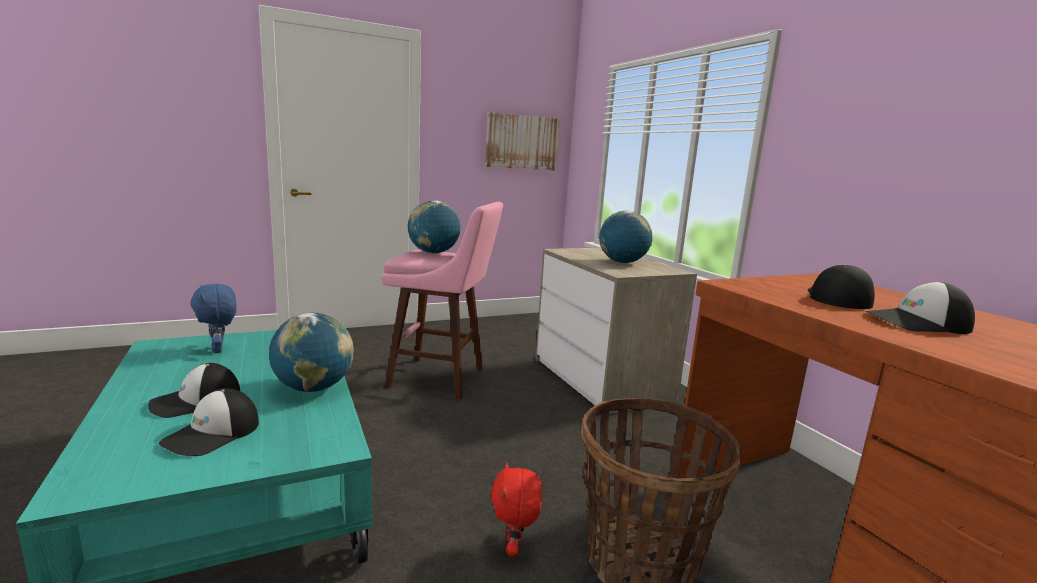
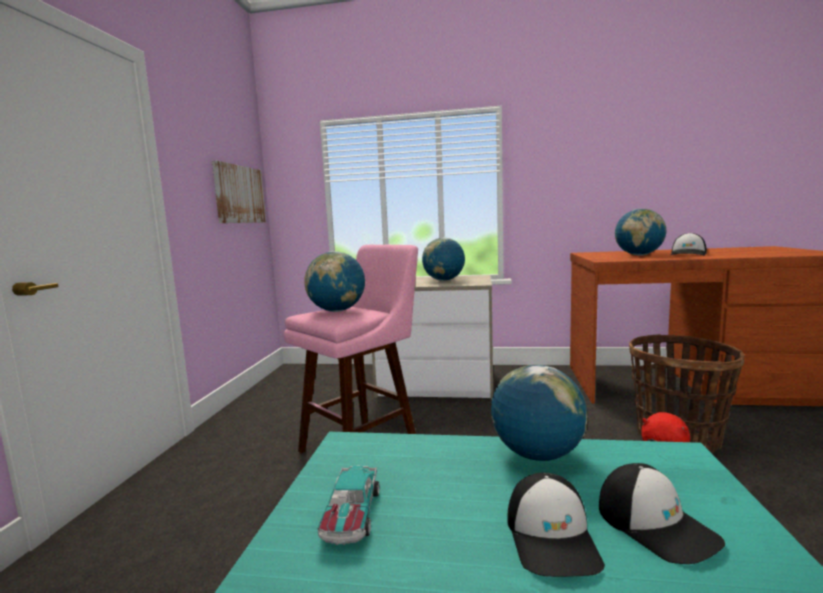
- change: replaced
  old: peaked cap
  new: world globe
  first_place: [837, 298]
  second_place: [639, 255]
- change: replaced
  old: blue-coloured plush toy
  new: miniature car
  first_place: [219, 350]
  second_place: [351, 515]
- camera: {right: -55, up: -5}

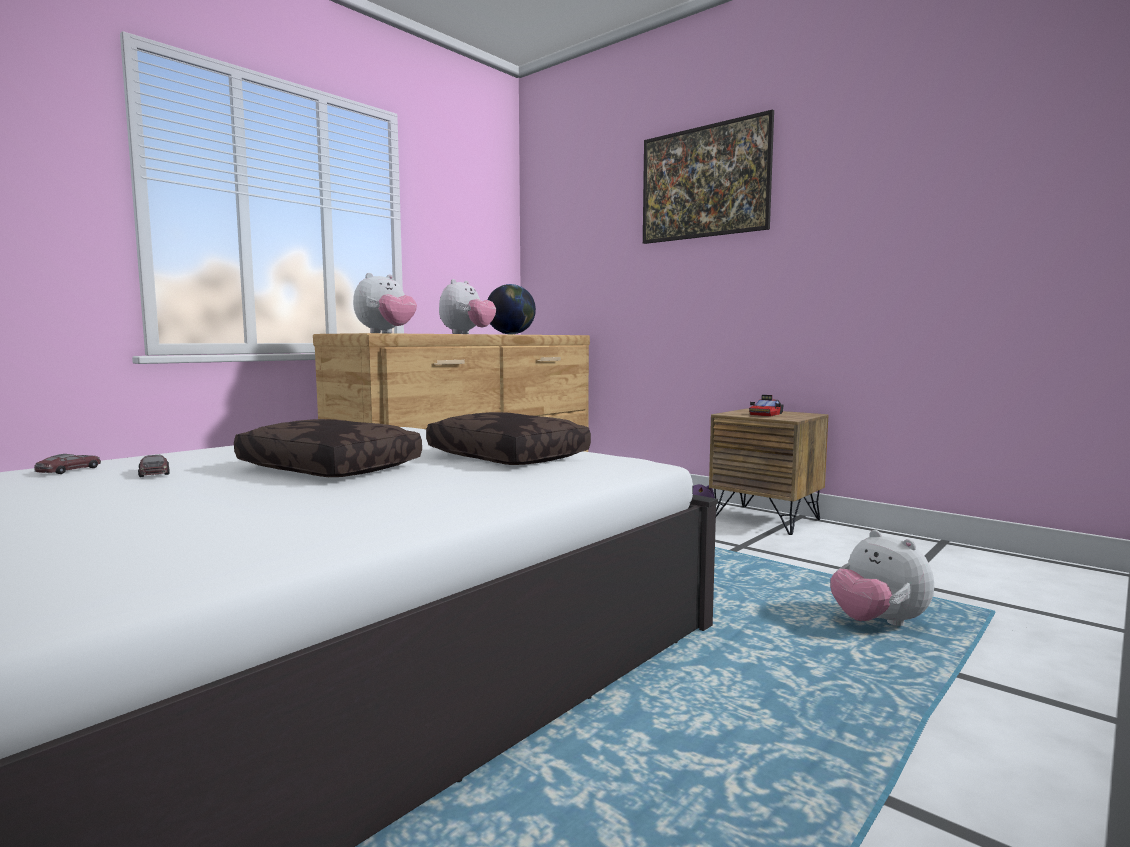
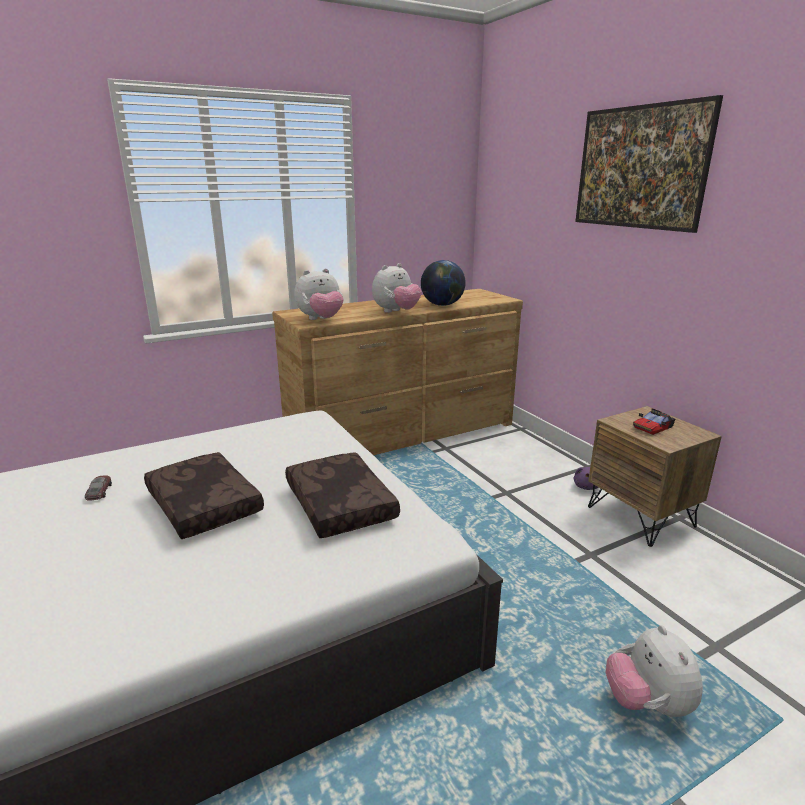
- change: removed
  old: miniature car
  first_place: [69, 470]
- camera: {right: 20, up: 15}

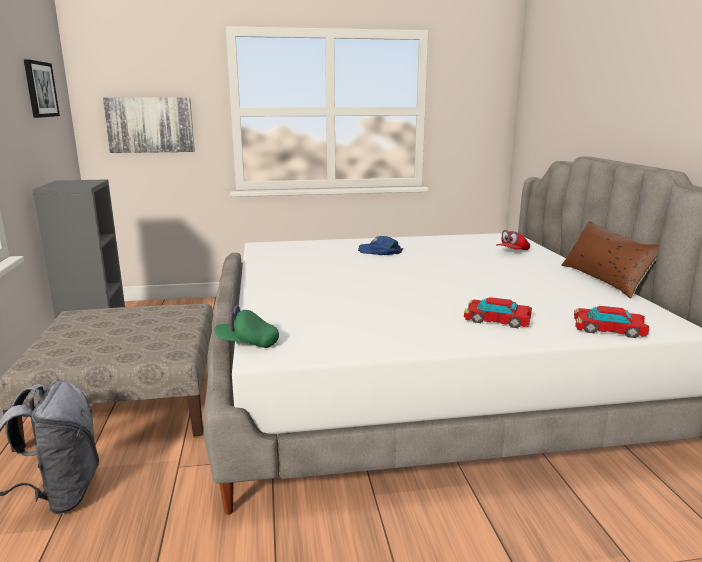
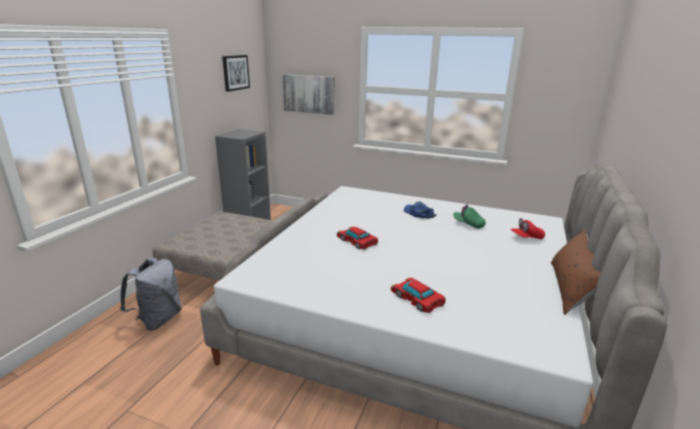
- change: moved
  old: greenish peaked cap
  first_place: [247, 343]
  second_place: [468, 224]
- change: moved
  old: miniature car
  first_place: [608, 329]
  second_place: [356, 241]
- camera: {right: 30, up: 5}

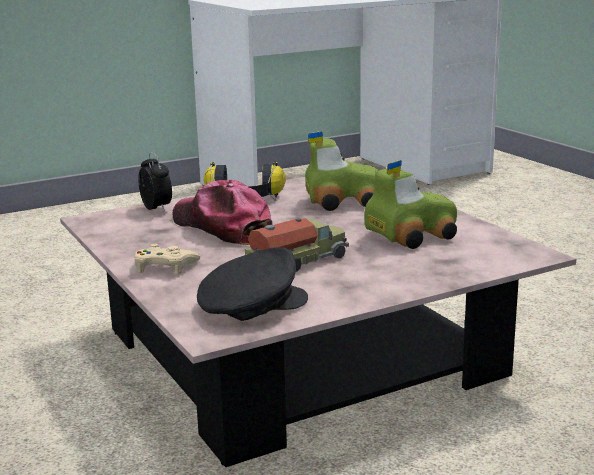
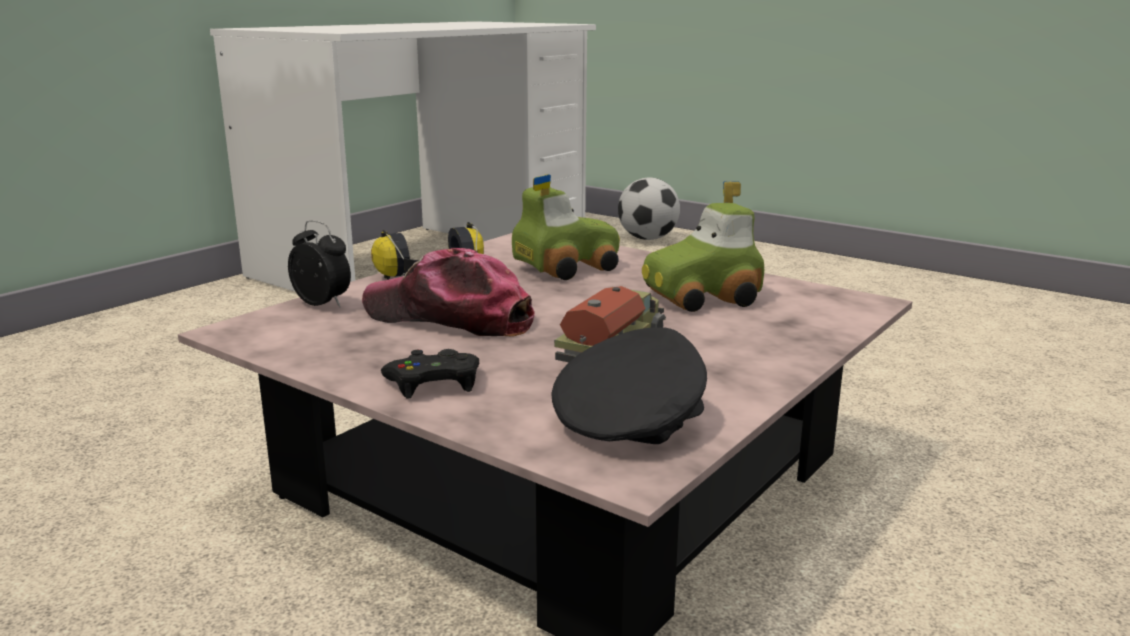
- change: turned
  old: miniature car
  first_place: [409, 235]
  second_place: [701, 298]
  degrees: -150
- change: recoloured
  old: beige gamepad
  new: black-coloured gamepad
  first_place: [164, 267]
  second_place: [434, 383]
- change: added
  new: ball for football
  second_place: [647, 239]
- camera: {right: -25, up: 0}

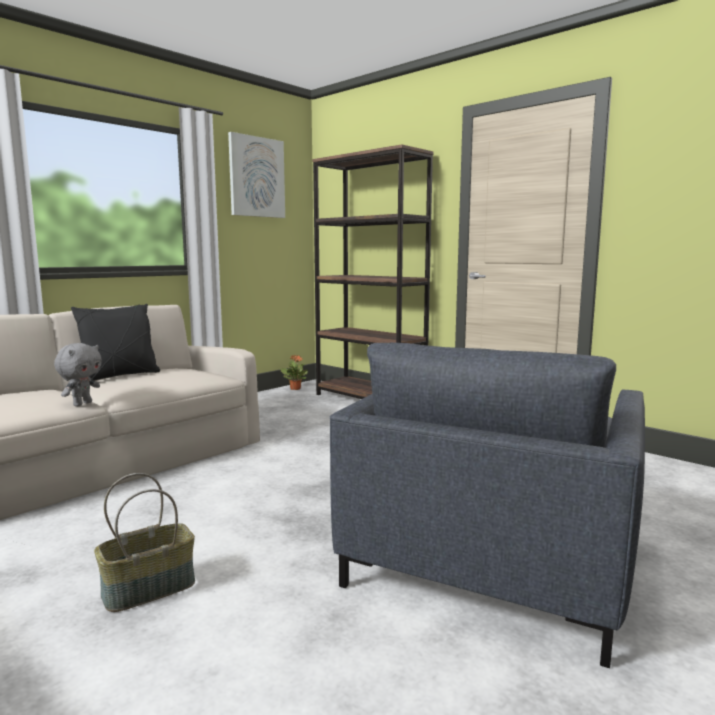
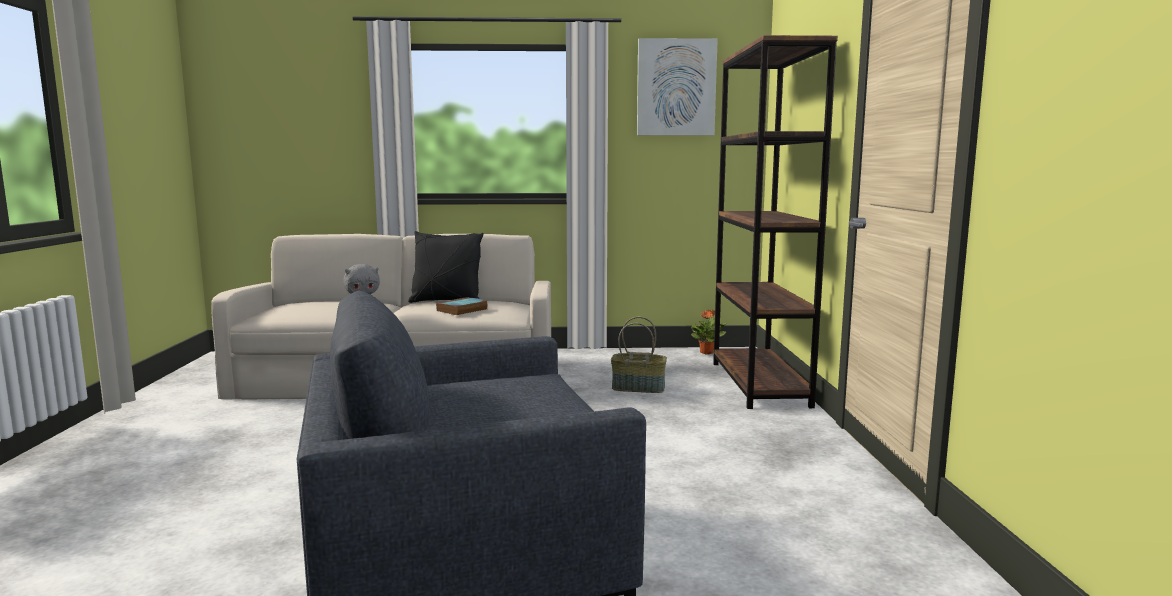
- change: moved
  old: storage basket
  first_place: [149, 588]
  second_place: [639, 387]
- change: added
  new: bound book
  second_place: [462, 310]
- camera: {right: 45, up: 0}

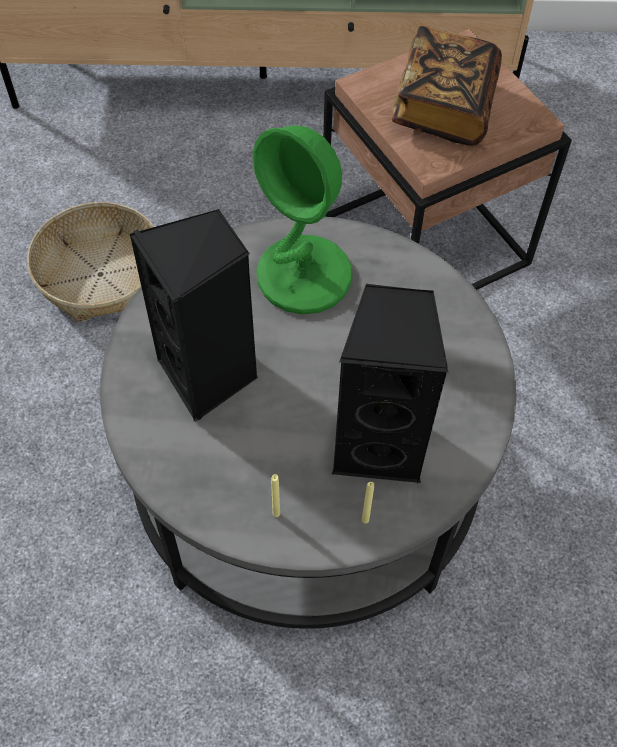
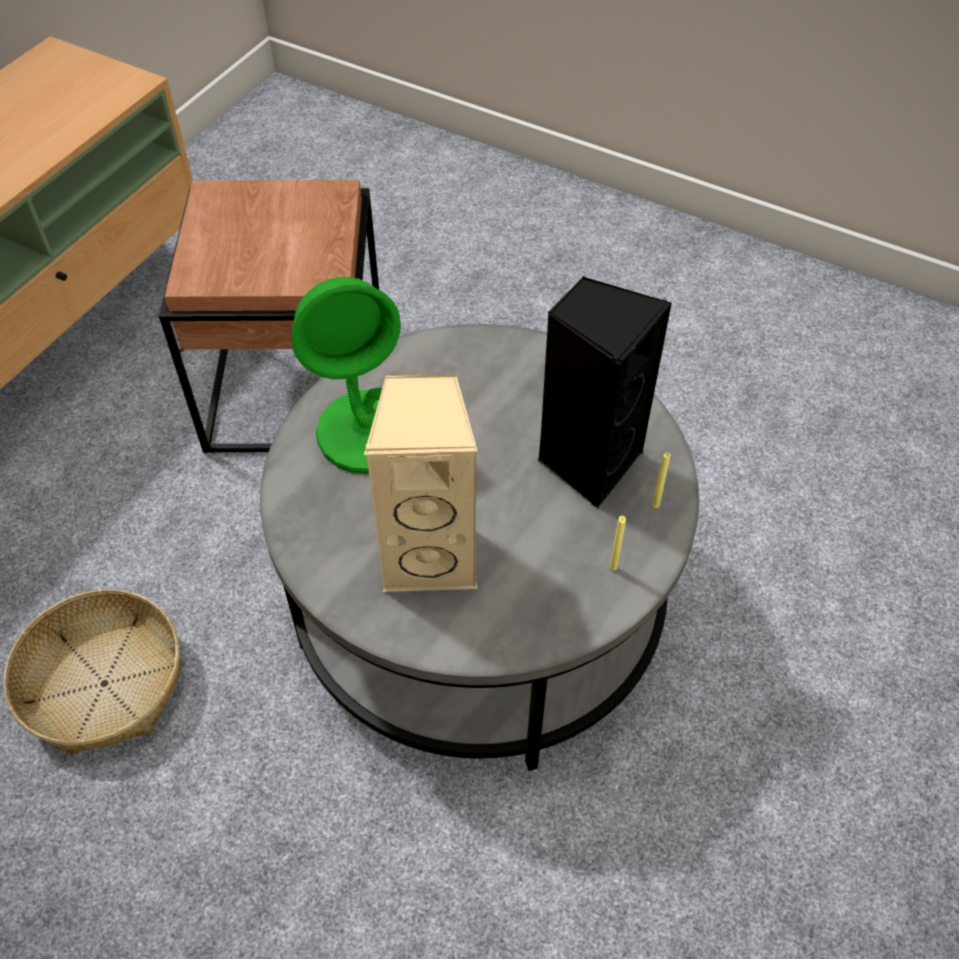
- change: removed
  old: bound book
  first_place: [444, 107]
- change: recoloured
  old: black-coloured speaker
  new: beige speaker
  first_place: [210, 376]
  second_place: [431, 556]
- camera: {right: -60, up: -5}

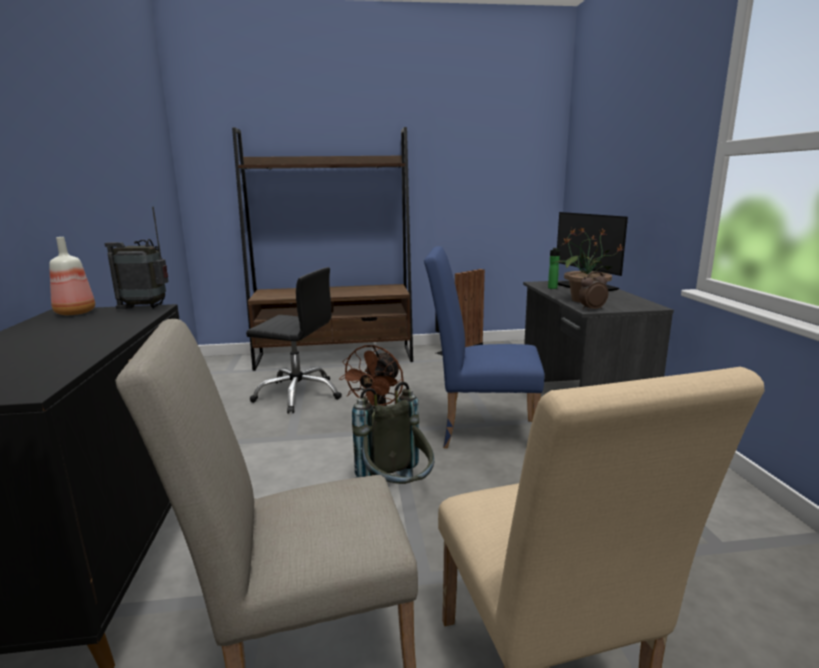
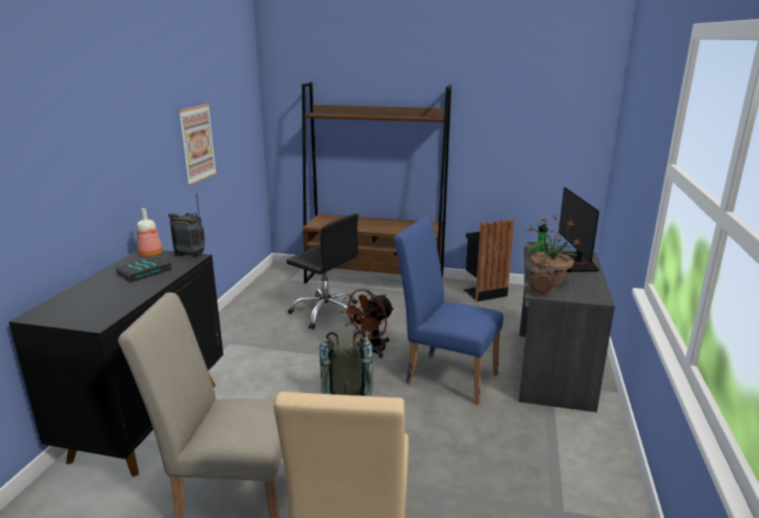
- change: added
  new: picture
  second_place: [197, 143]
- change: added
  new: bound book
  second_place: [144, 272]
- camera: {right: 20, up: 5}

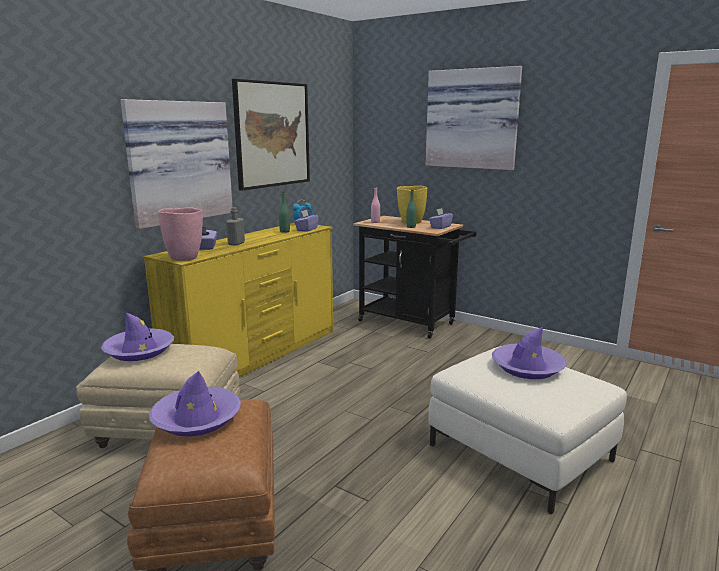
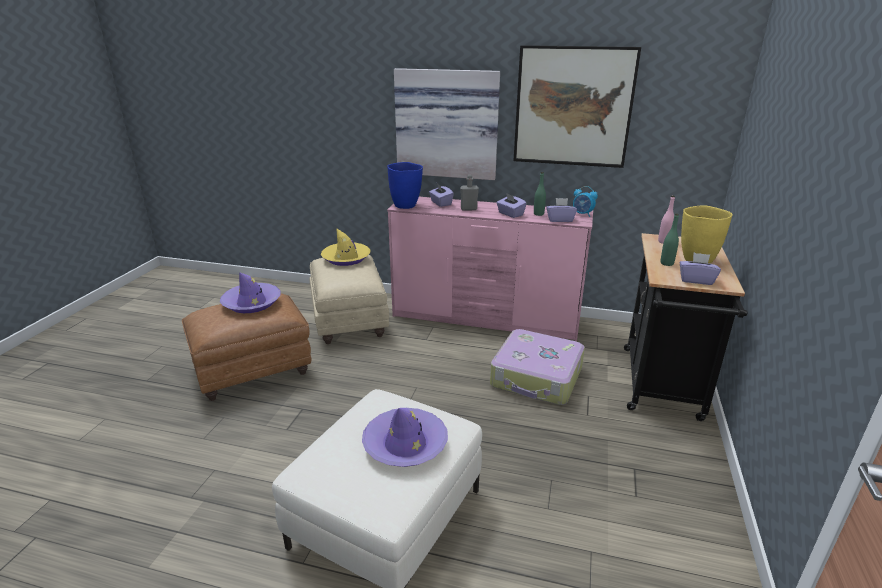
- change: removed
  old: picture
  first_place: [472, 119]
- change: recoloured
  old: pink-coloured decorative vase
  new: blue-coloured decorative vase
  first_place: [184, 258]
  second_place: [406, 205]
- change: recoloured
  old: yellow-coloured dresser
  new: pink-coloured dresser
  first_place: [257, 356]
  second_place: [485, 318]
- change: recoloured
  old: purple-coloured hat
  new: yellow-coloured hat
  first_place: [139, 350]
  second_place: [346, 258]
- change: added
  new: purple-coloured box of tissues
  second_place: [510, 214]
- change: added
  new: suitcase
  second_place: [537, 378]
- camera: {right: 70, up: 10}

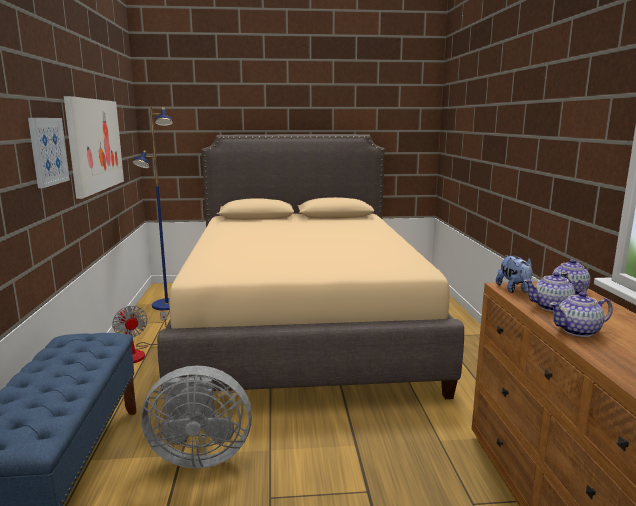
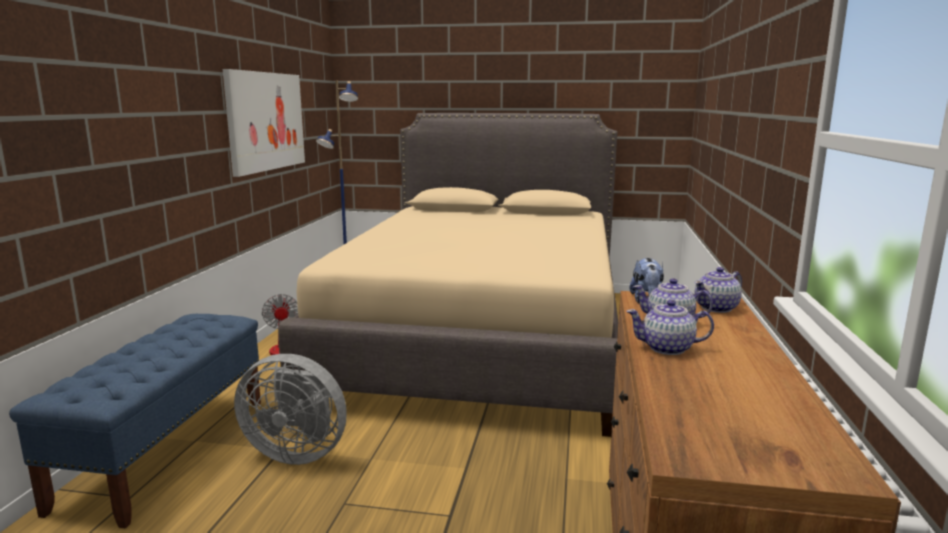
- change: removed
  old: picture
  first_place: [47, 151]
- camera: {right: 15, up: 0}

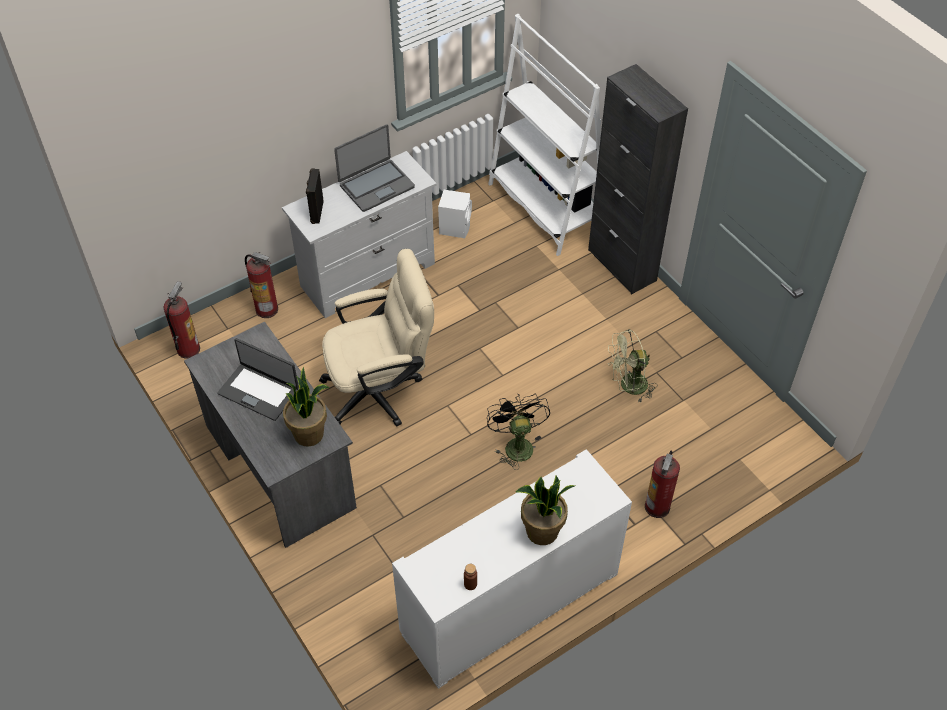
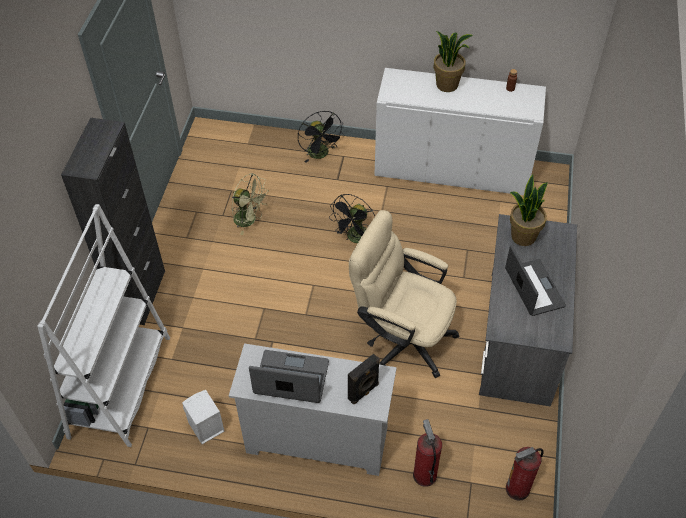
- change: replaced
  old: extinguisher
  new: black-coloured electric fan
  first_place: [657, 507]
  second_place: [321, 154]
- camera: {right: -135, up: 0}

